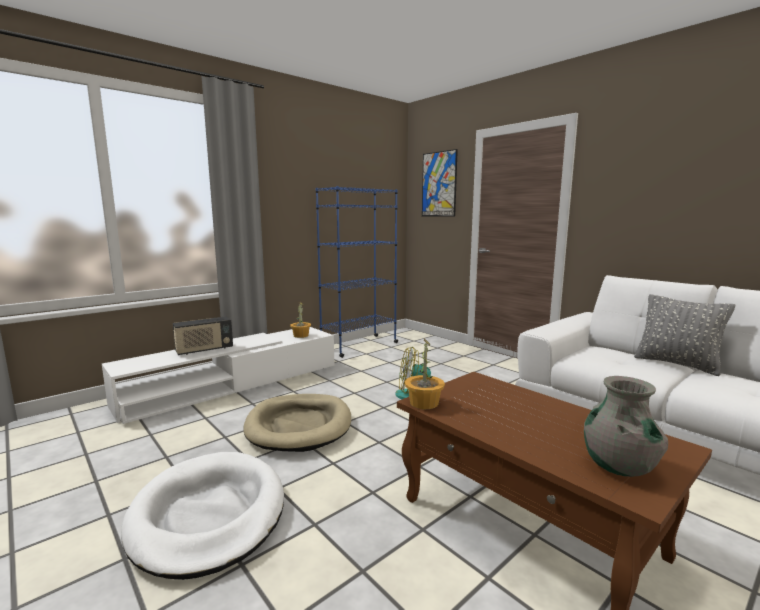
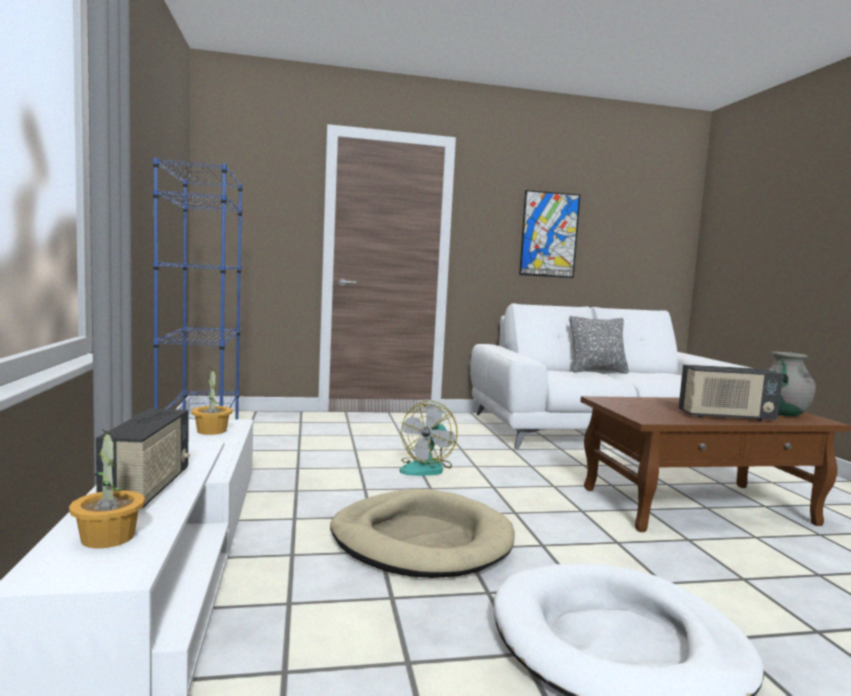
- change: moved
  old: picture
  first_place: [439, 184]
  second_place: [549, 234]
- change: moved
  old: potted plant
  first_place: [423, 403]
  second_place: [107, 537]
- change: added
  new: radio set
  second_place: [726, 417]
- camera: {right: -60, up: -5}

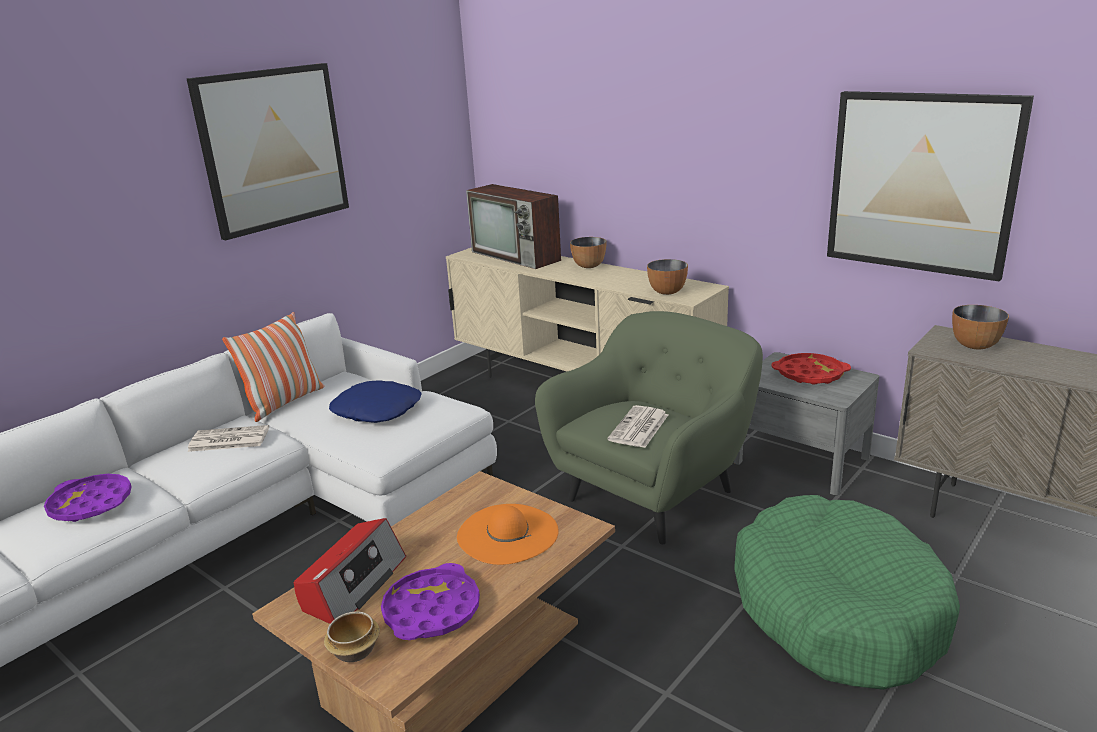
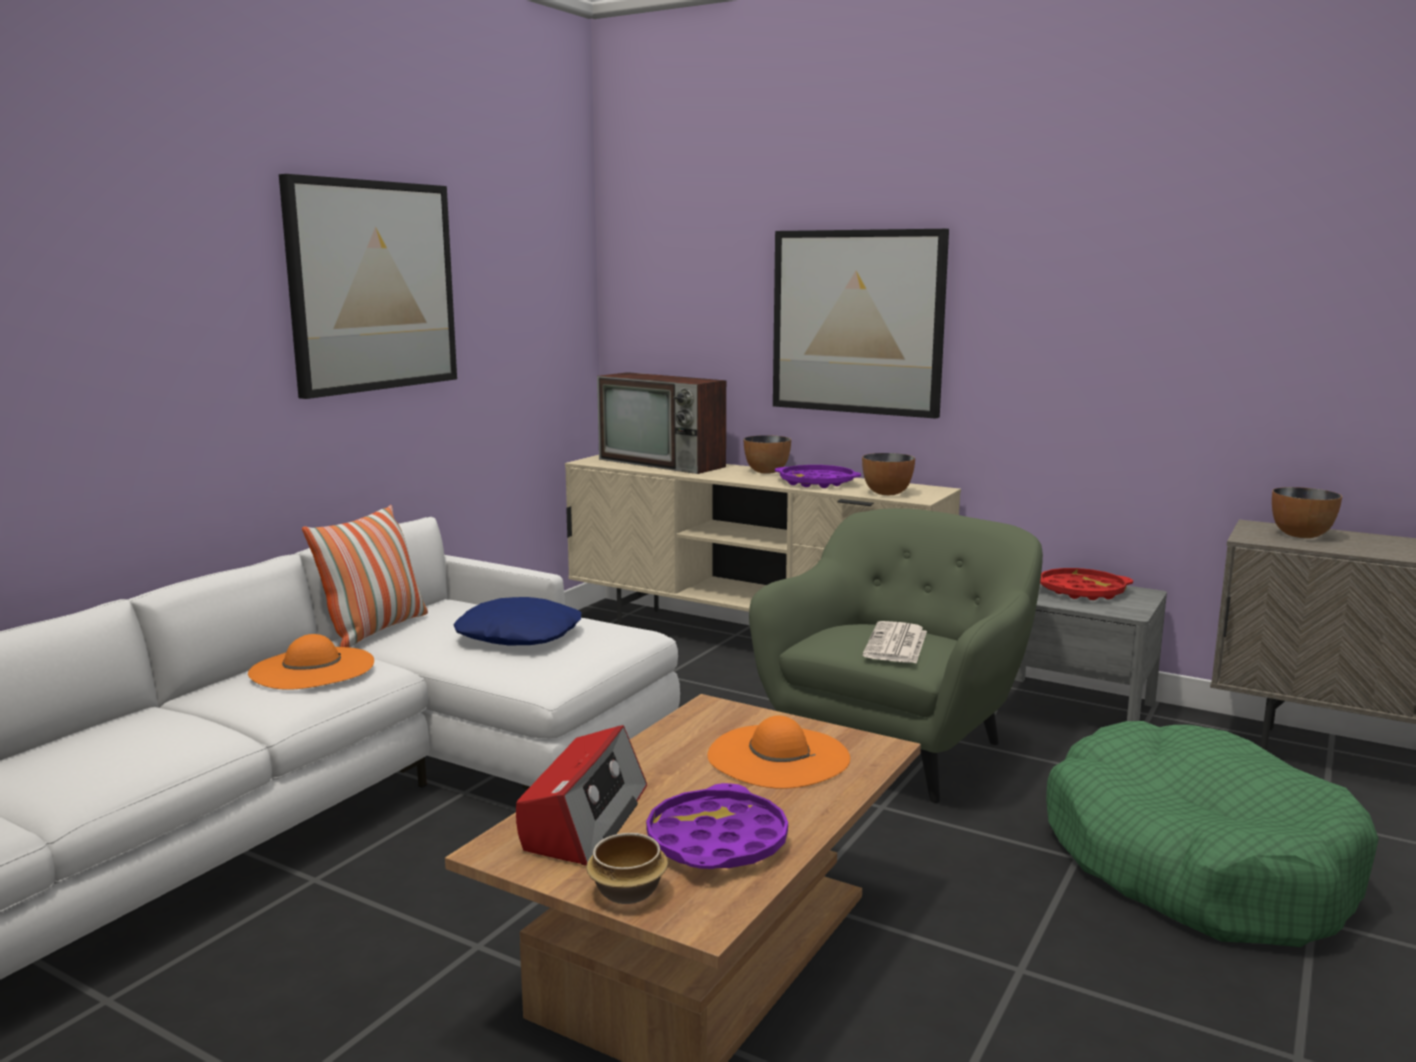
- change: moved
  old: picture
  first_place: [921, 183]
  second_place: [857, 322]
- change: replaced
  old: printed paper
  new: orangey hat
  first_place: [228, 440]
  second_place: [312, 668]
- change: moved
  old: purple-coloured tray
  first_place: [91, 504]
  second_place: [817, 482]
- camera: {right: -10, up: -10}

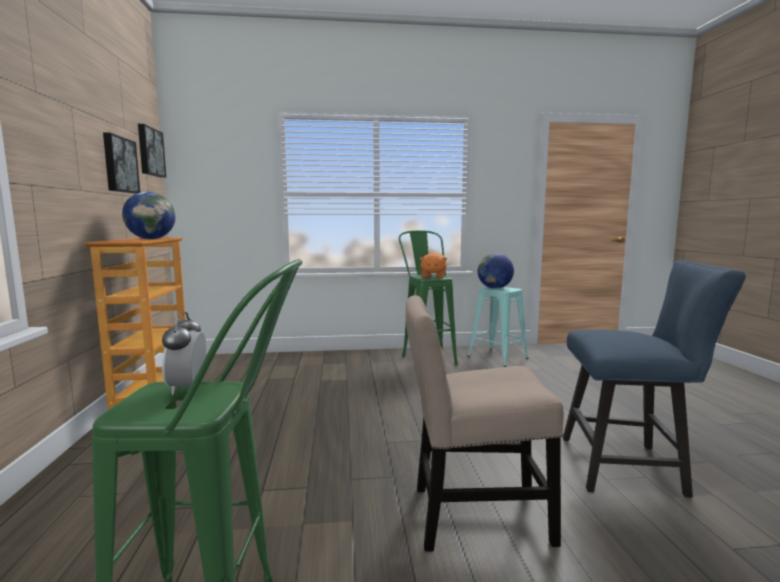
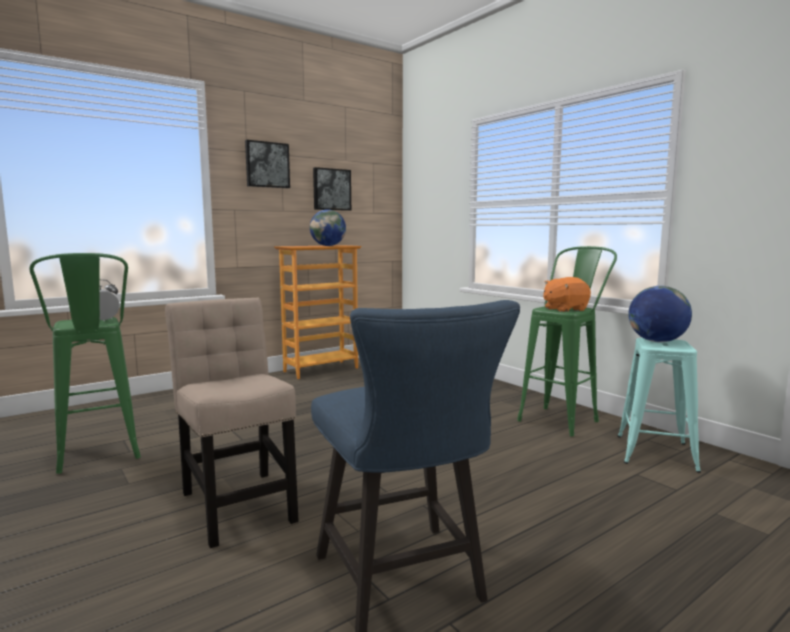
- change: moved
  old: picture
  first_place: [150, 152]
  second_place: [267, 165]
- camera: {right: 60, up: 0}

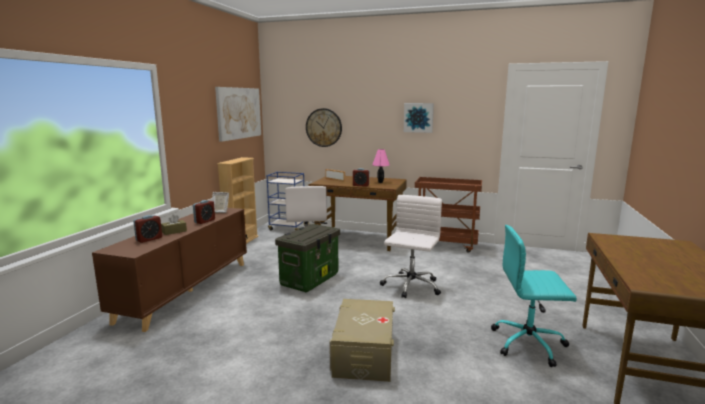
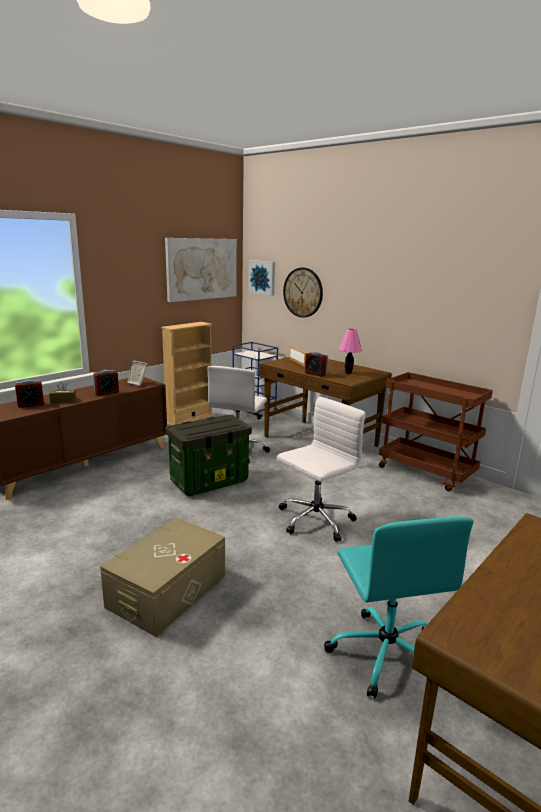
- change: moved
  old: picture
  first_place: [418, 117]
  second_place: [263, 277]
- change: turned
  old: turquoise computer chair
  first_place: [529, 343]
  second_place: [385, 652]
  degrees: -135
- camera: {right: 25, up: 5}

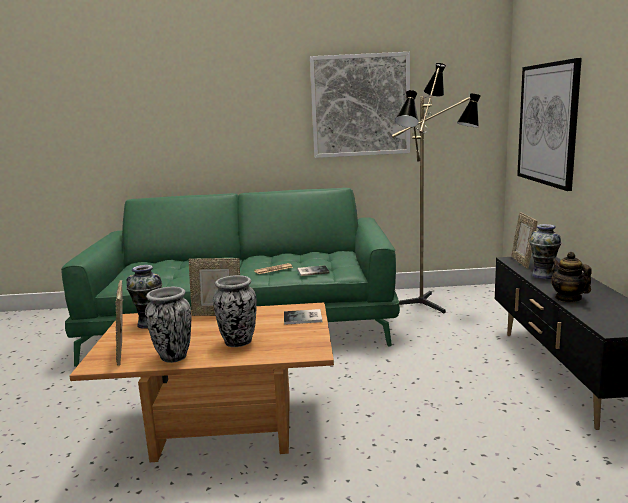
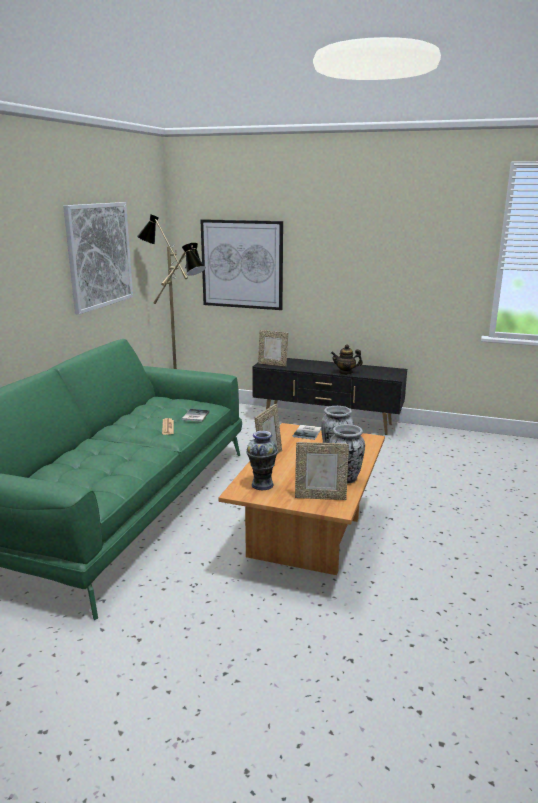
- change: removed
  old: decorative vase
  first_place: [543, 275]
- camera: {right: -70, up: 5}

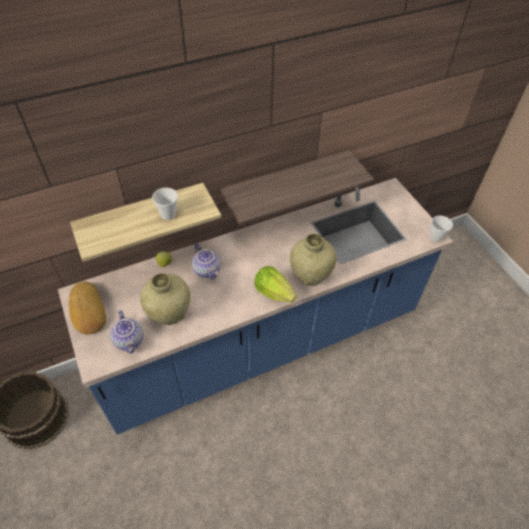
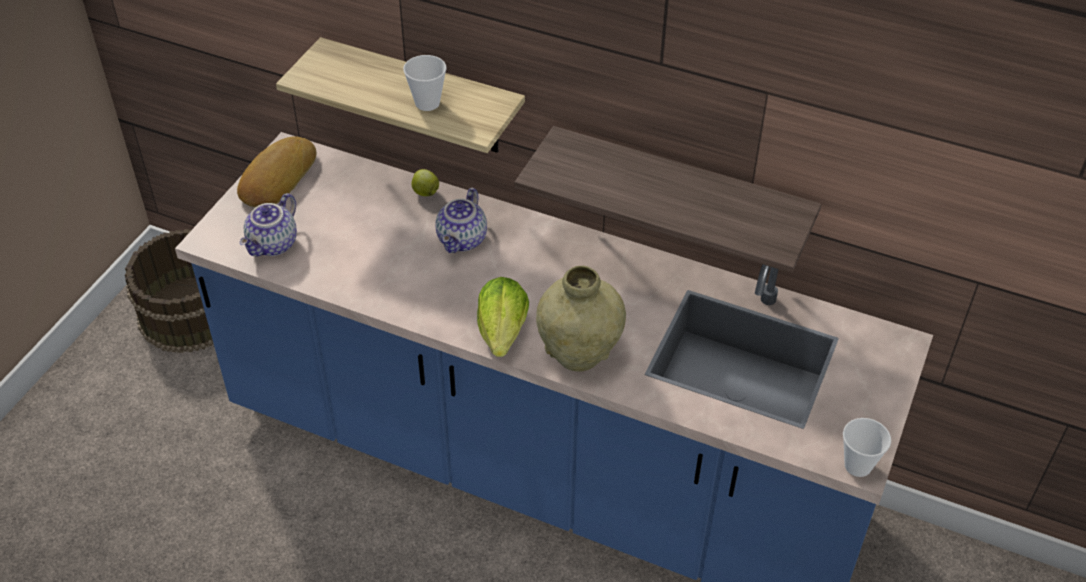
- change: removed
  old: beige decorative vase
  first_place: [169, 314]
- camera: {right: 50, up: -5}

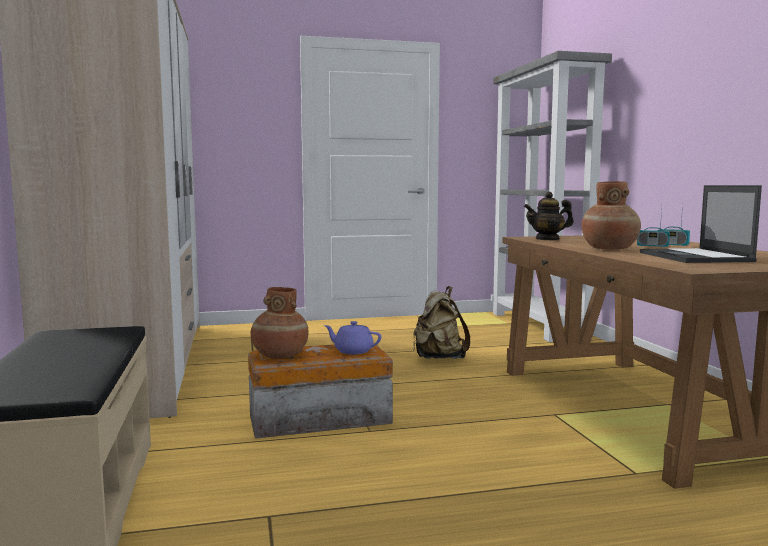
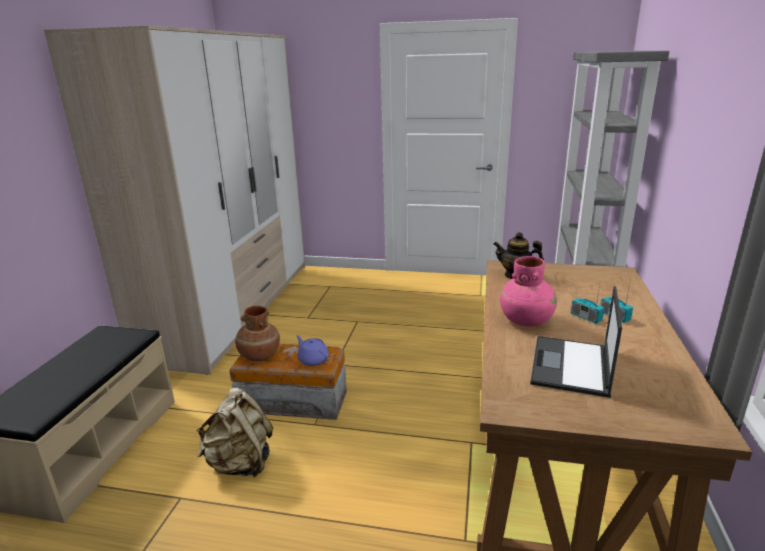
- change: recoloured
  old: brownish decorative vase
  new: pink-coloured decorative vase
  first_place: [609, 249]
  second_place: [526, 320]
- change: moved
  old: beige knapsack
  first_place: [439, 358]
  second_place: [240, 463]
- camera: {right: 25, up: 15}

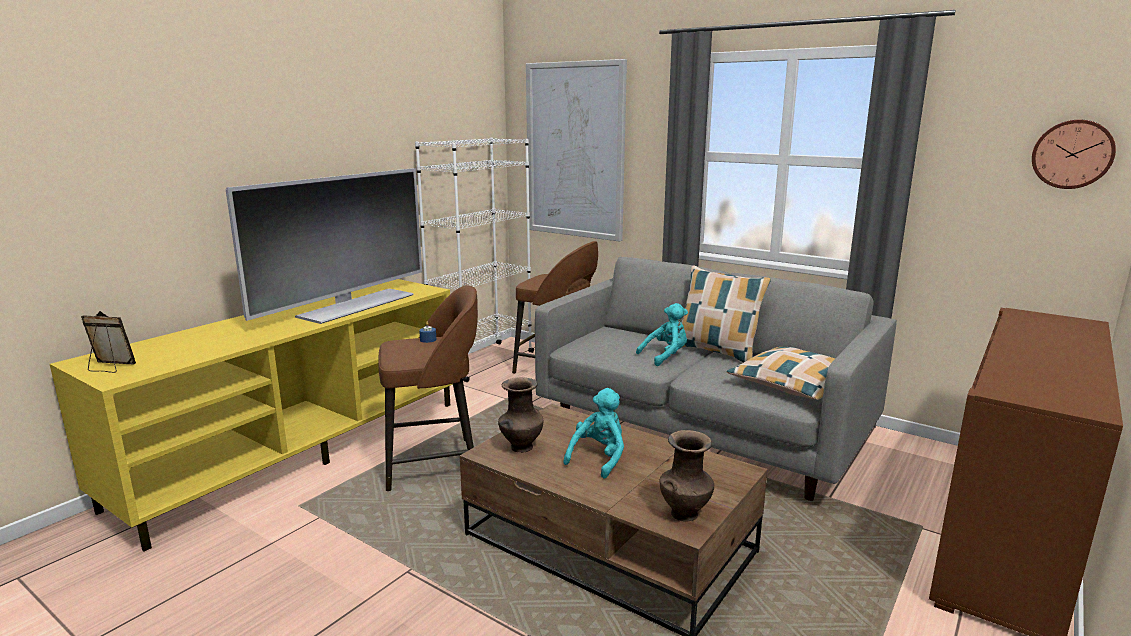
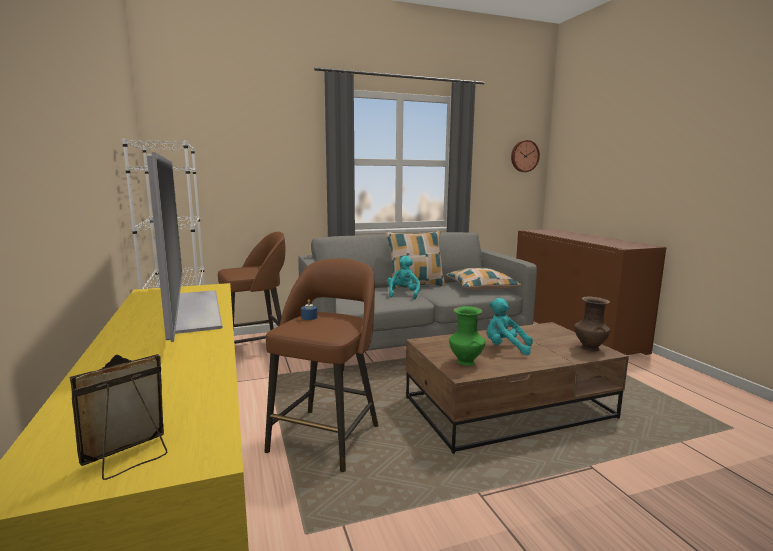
- change: removed
  old: picture
  first_place: [575, 151]
- change: recoloured
  old: brownish decorative vase
  new: greenish decorative vase
  first_place: [521, 448]
  second_place: [466, 363]
- change: turned
  old: turquoise plush toy
  first_place: [599, 458]
  second_place: [505, 348]
  degrees: -45
- camera: {right: -55, up: -5}

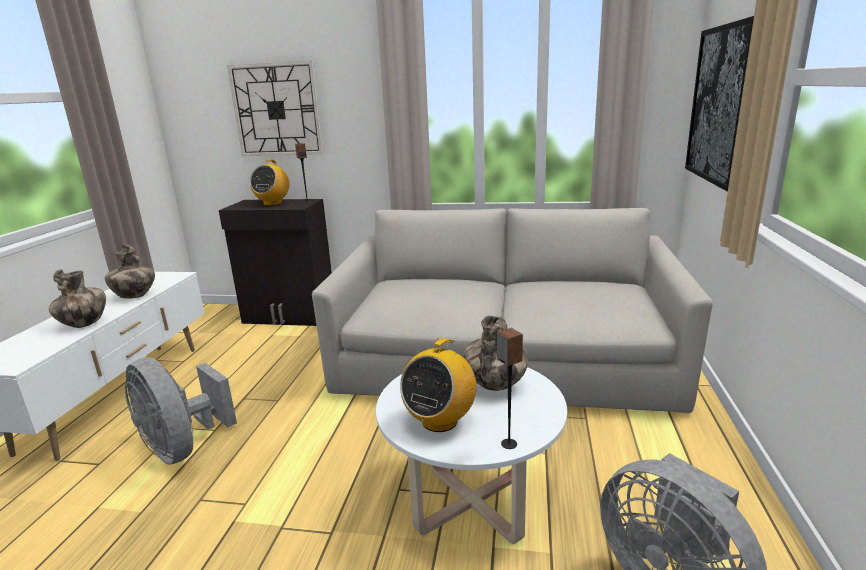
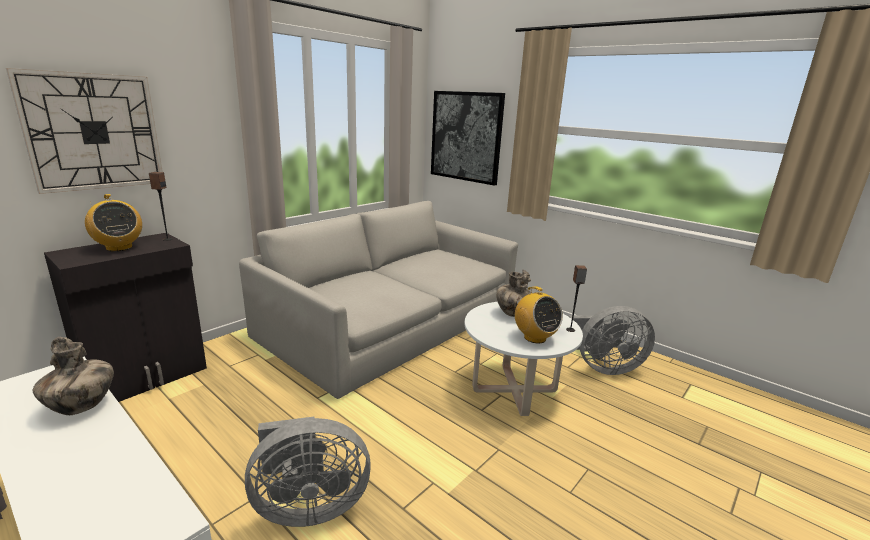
- change: removed
  old: decorative vase
  first_place: [85, 324]
- camera: {right: -60, up: 0}

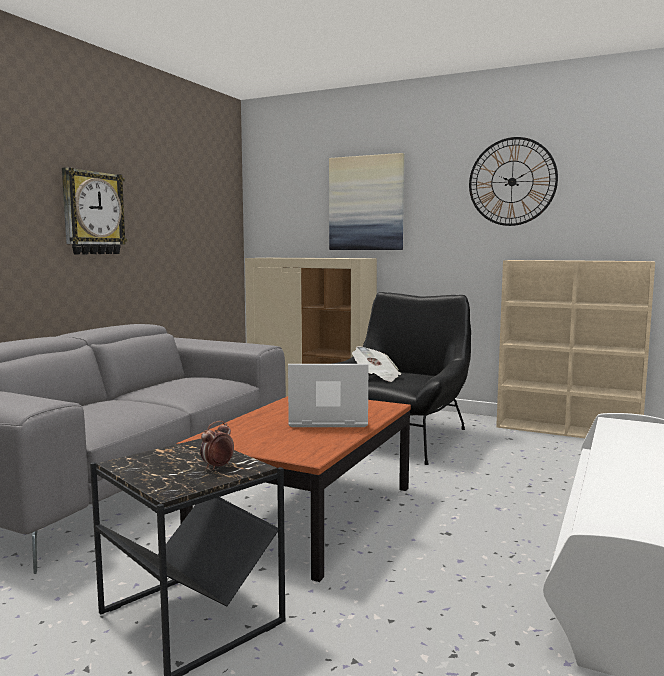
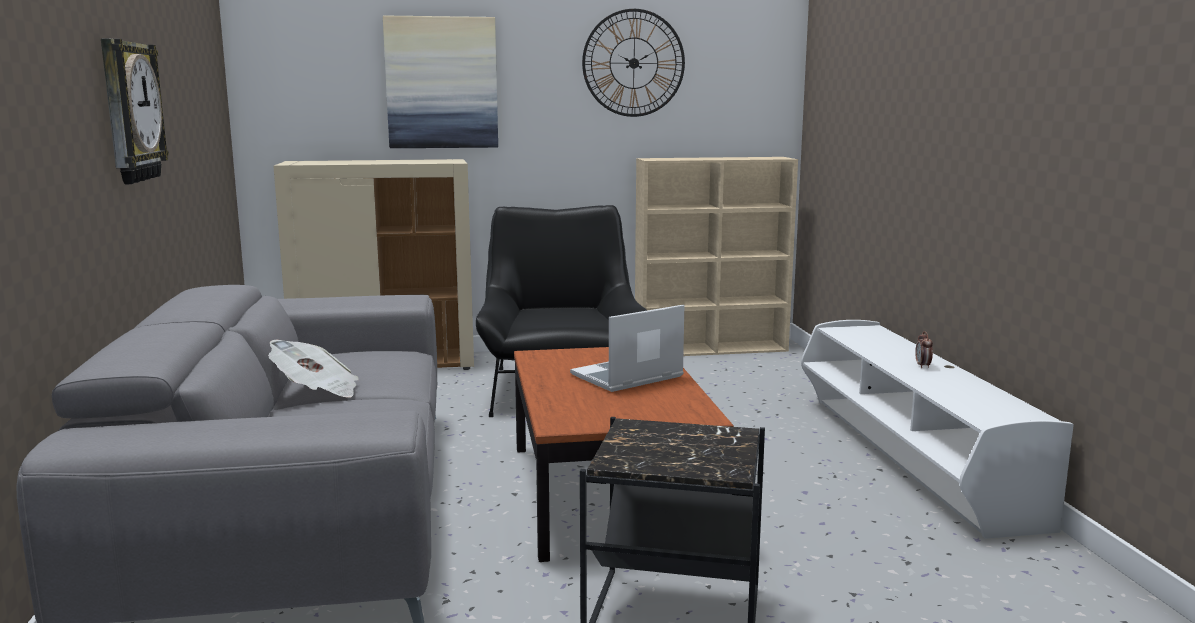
- change: moved
  old: printed paper
  first_place: [376, 377]
  second_place: [317, 391]
- change: moved
  old: alarm clock
  first_place: [217, 467]
  second_place: [923, 366]
- camera: {right: -35, up: 5}

